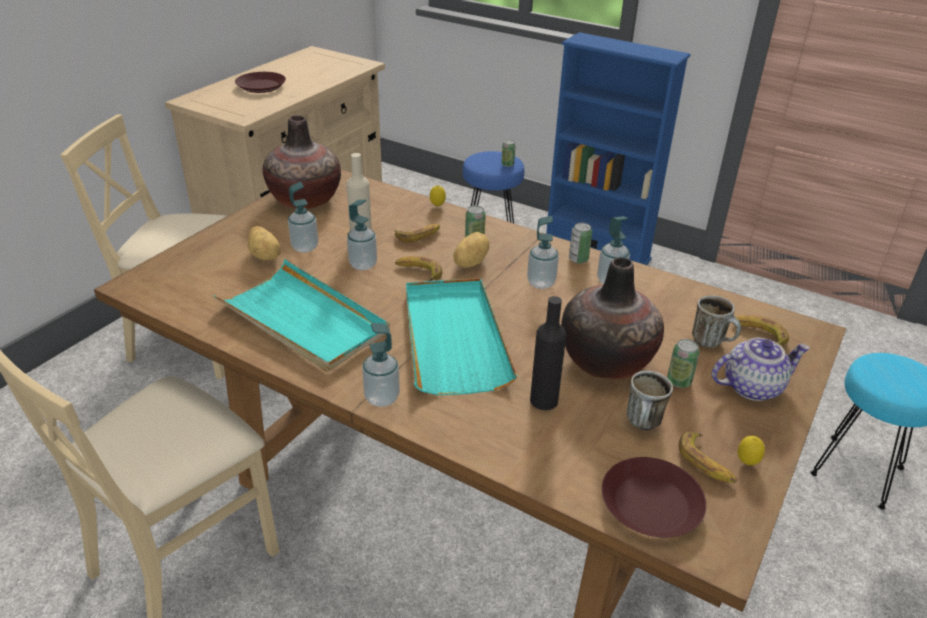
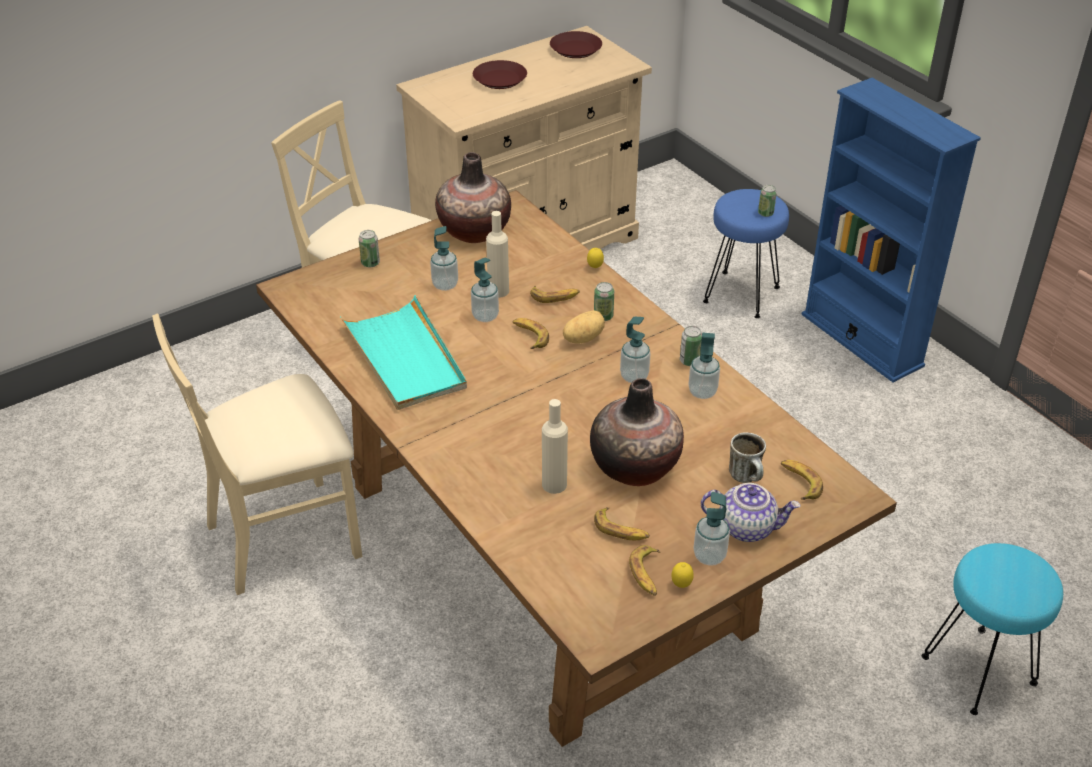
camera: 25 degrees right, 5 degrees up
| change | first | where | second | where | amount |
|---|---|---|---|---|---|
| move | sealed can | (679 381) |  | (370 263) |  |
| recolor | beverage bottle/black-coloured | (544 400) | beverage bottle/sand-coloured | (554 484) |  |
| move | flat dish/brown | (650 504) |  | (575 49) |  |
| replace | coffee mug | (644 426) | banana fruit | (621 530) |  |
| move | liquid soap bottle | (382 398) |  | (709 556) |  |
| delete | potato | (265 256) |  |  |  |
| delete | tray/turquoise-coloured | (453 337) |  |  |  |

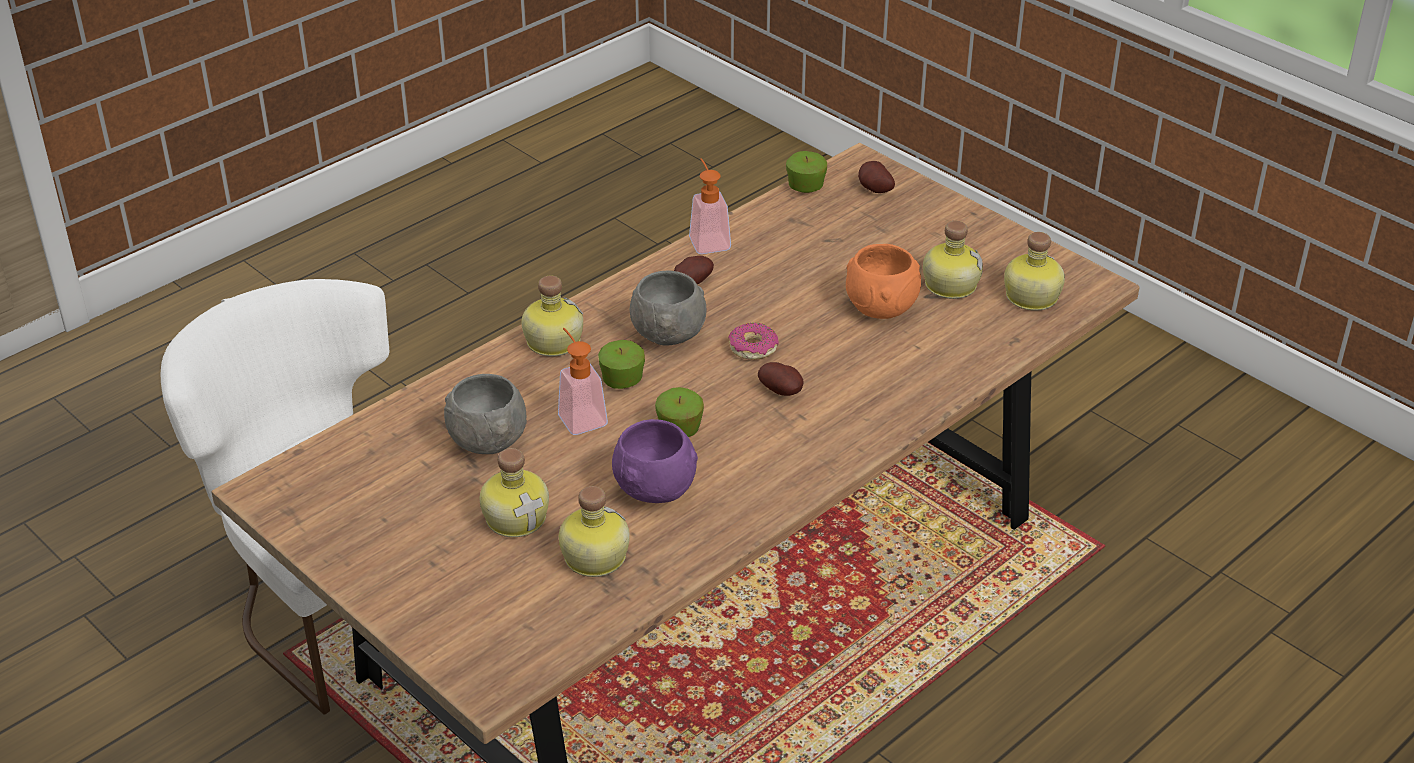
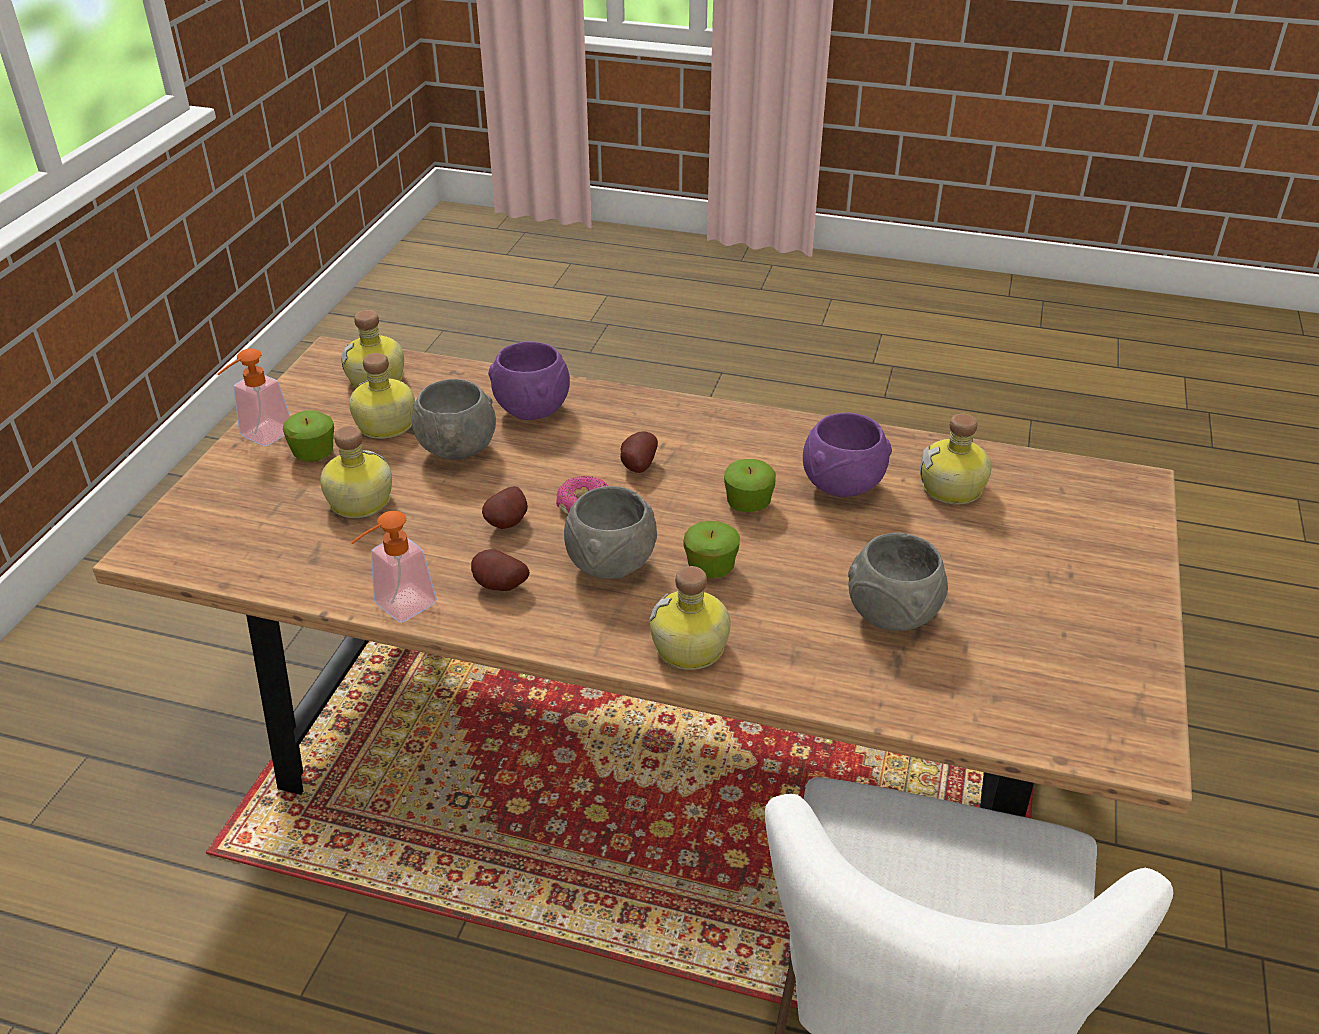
camera: 120 degrees left, 0 degrees up
| change | first | where | second | where | amount |
|---|---|---|---|---|---|
| move | liquid soap bottle | (579 415) |  | (260 437) |  |
| move | apple | (805 187) |  | (313 454) |  |
| move | beverage bottle | (516 517) |  | (358 501) |  |
| recolor | bowl/orangey | (879 309) | bowl/greyish | (457 452) |  |
| move | potato | (873 190) |  | (509 523) |  |
| insert |  |  | bowl/purple-coloured | (531 411) |  |

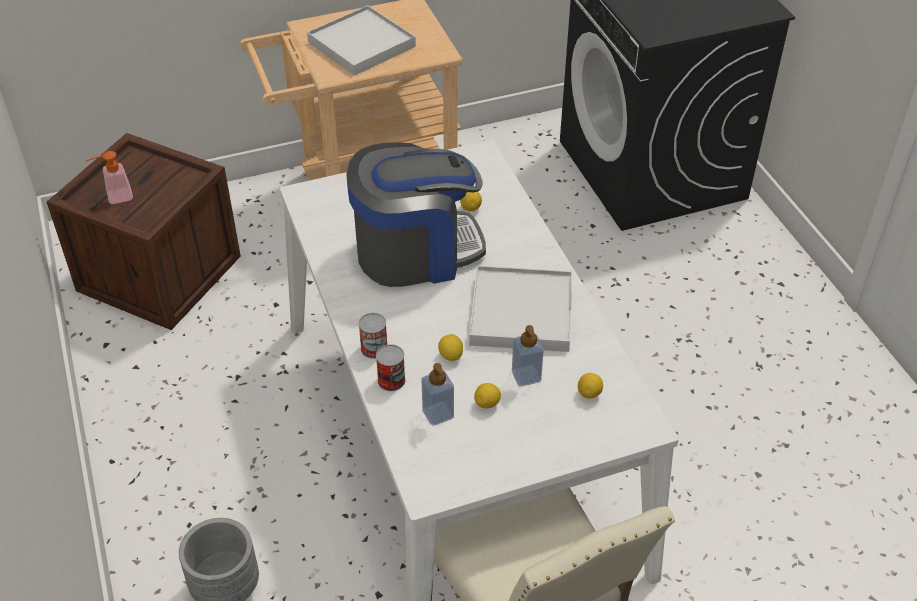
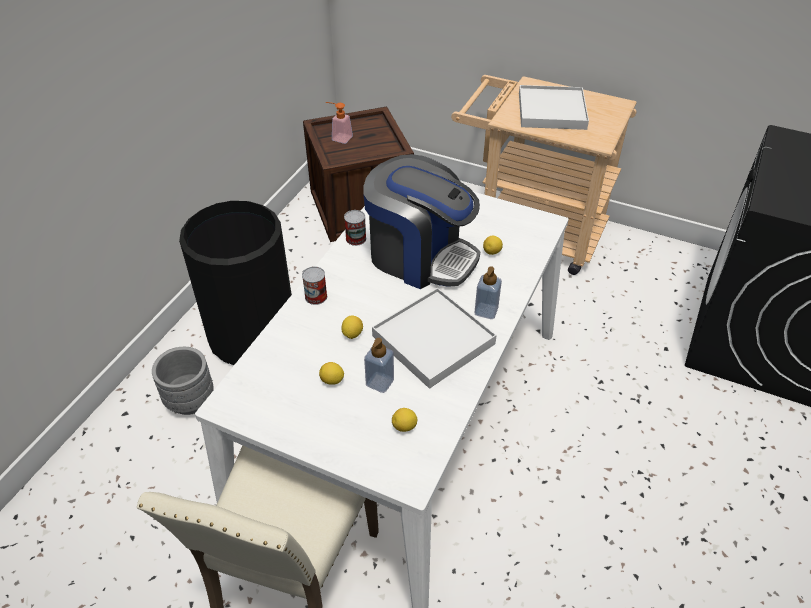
camera: 45 degrees right, 0 degrees up
| change | first | where | second | where | amount |
|---|---|---|---|---|---|
| insert |  |  | rubbish bin/black-coloured | (253 336) |  |
| move | sealed can | (391 380) |  | (356 238) |  |
| move | liquid soap bottle | (438 414) |  | (486 311) |  |

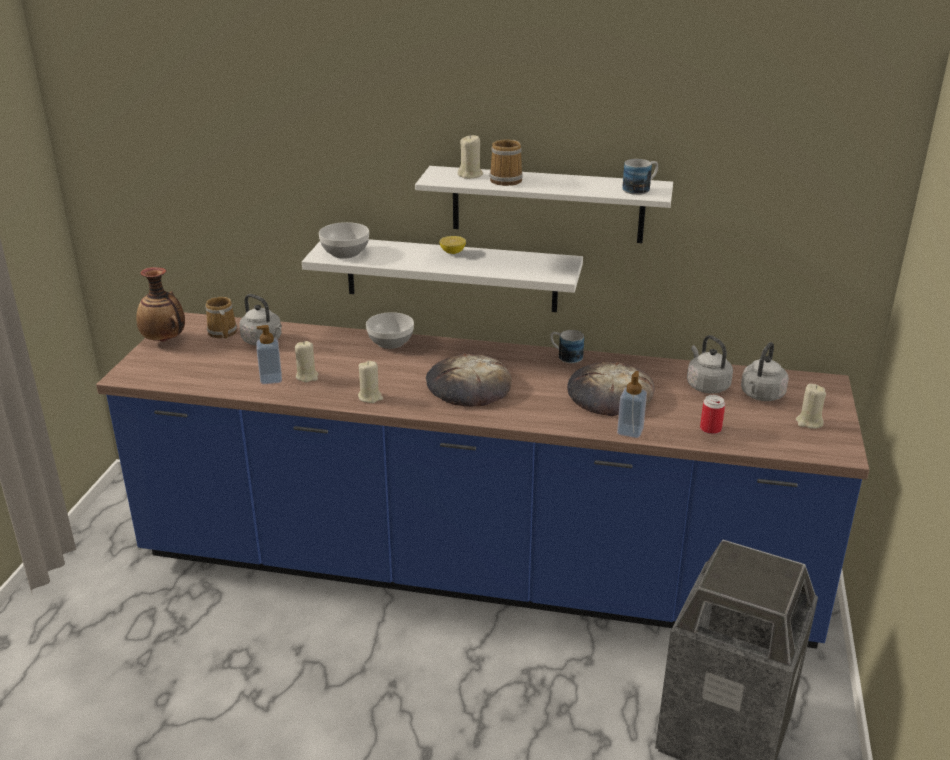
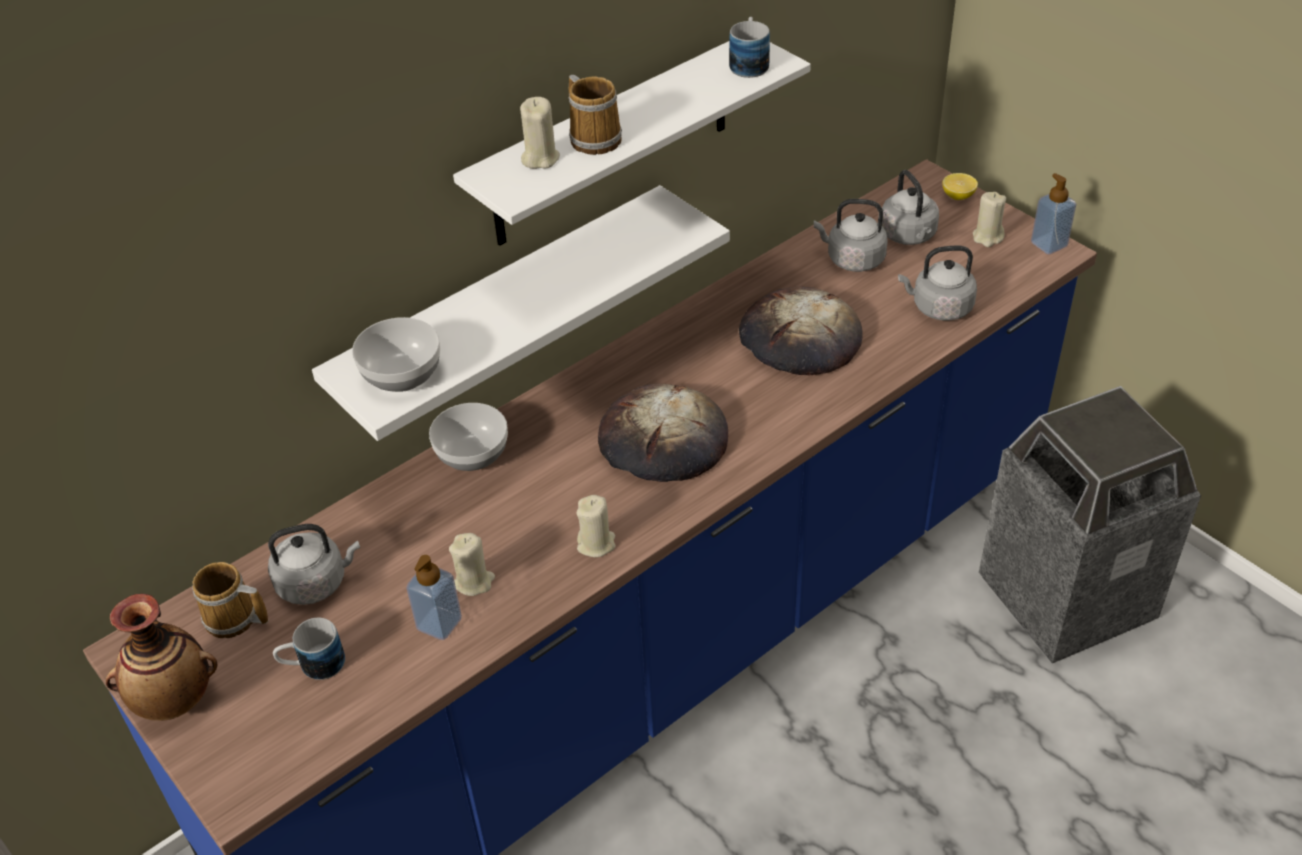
camera: 50 degrees left, 15 degrees up
| change | first | where | second | where | amount |
|---|---|---|---|---|---|
| move | coffee mug | (565 356) |  | (313 665) |  |
| replace | sealed can | (710 429) | kettle/greyish | (939 308) |  |
| move | lemon | (452 252) |  | (958 196) |  |
| move | liquid soap bottle | (630 431) |  | (1049 244) |  |

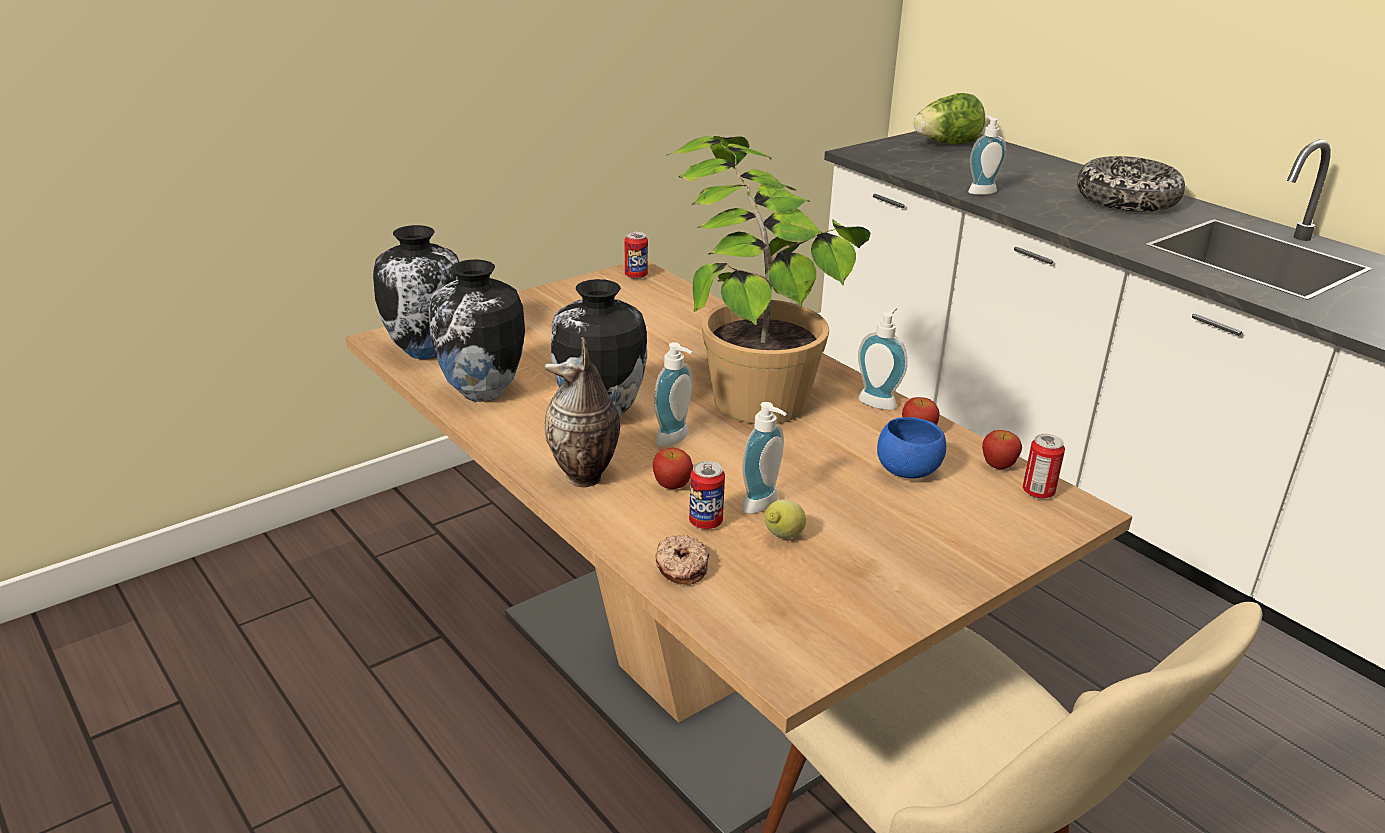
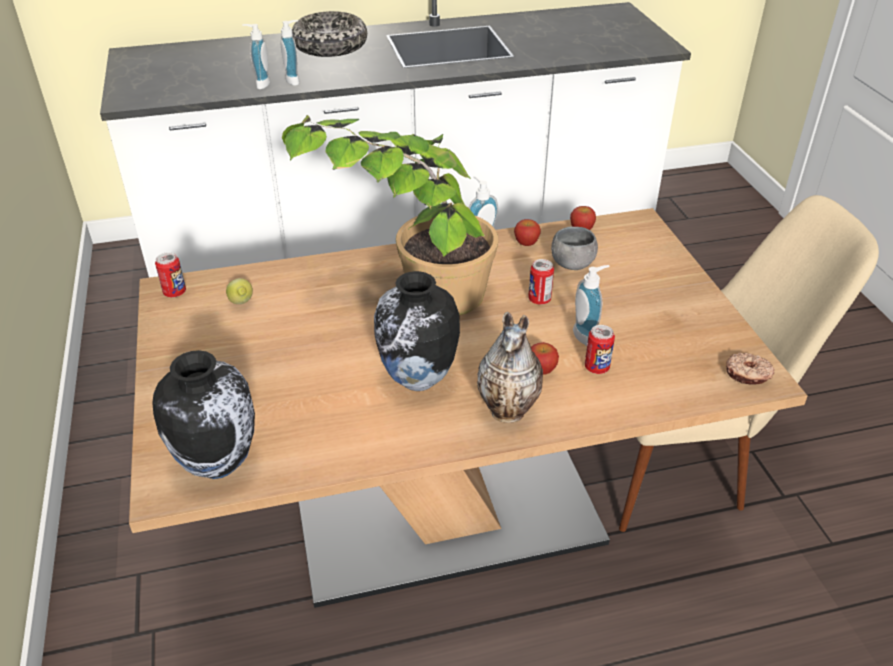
camera: 65 degrees left, 10 degrees up
| change | first | where | second | where | amount |
|---|---|---|---|---|---|
| move | lemon | (782 537) |  | (242 303) |  |
| move | liquid soap bottle | (676 440) |  | (295 80) |  |
| move | sealed can | (1038 492) |  | (539 299) |  |
| recolor | bowl/blue | (908 471) | bowl/greyish | (572 263) |  |
| move | donut | (680 568) |  | (747 374) |  |
| delete | vase | (482 393) |  |  |  |
| delete | lettuce | (946 144) |  |  |  |

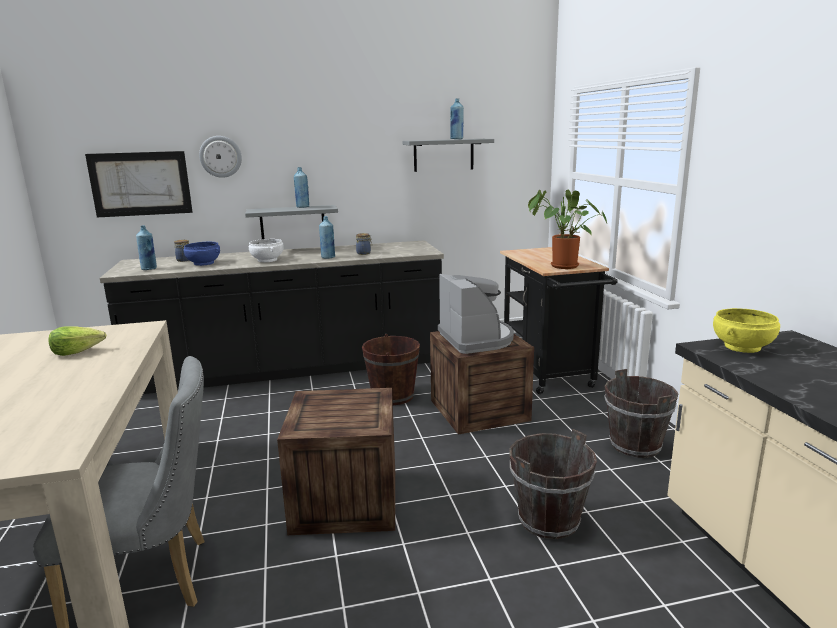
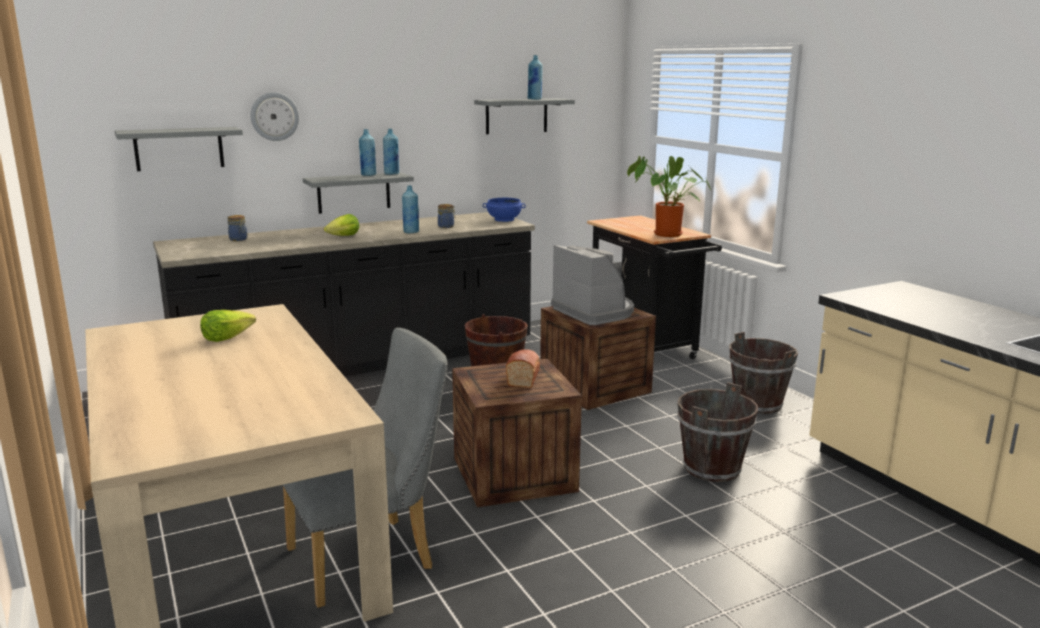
camera: 15 degrees left, 0 degrees up
| change | first | where | second | where | amount |
|---|---|---|---|---|---|
| replace | picture | (140 184) | shelf/greyish | (179 148) |  |
| replace | bowl/whitish | (268 260) | lettuce | (343 237) |  |
| move | beverage bottle/blue | (149 269) |  | (391 174) |  |
| move | bowl/blue | (204 263) |  | (504 219) |  |
| insert |  |  | baked bread | (524 377) |  |
| delete | bowl/yellow | (743 347) |  |  |  |

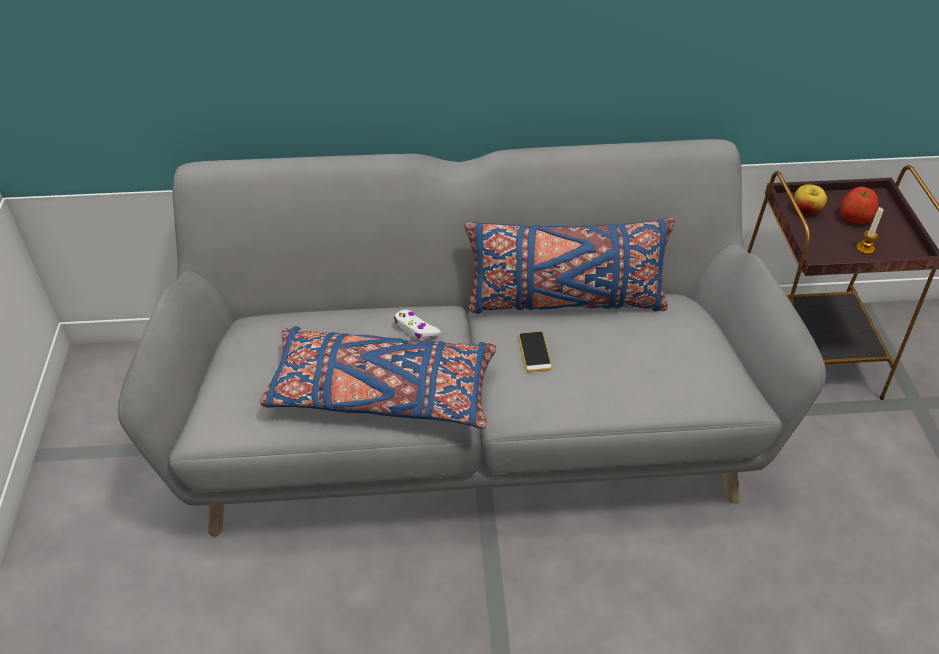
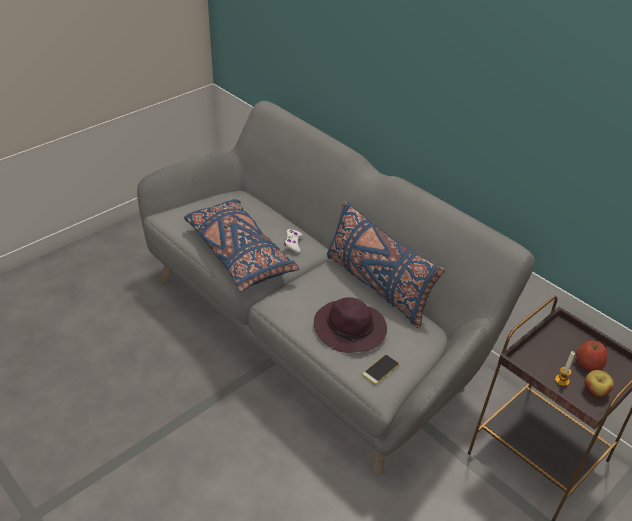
camera: 50 degrees right, 5 degrees down
| change | first | where | second | where | amount |
|---|---|---|---|---|---|
| insert |  |  | hat/purple-coloured | (351 330) |  |
| move | phone | (534 352) |  | (380 369) |  |
| move | apple | (806 210) |  | (595 391) |  |

